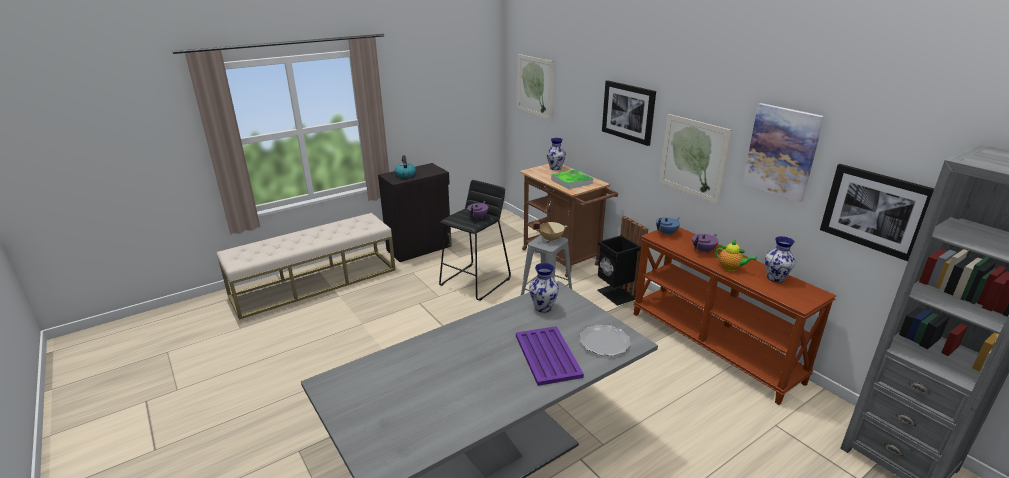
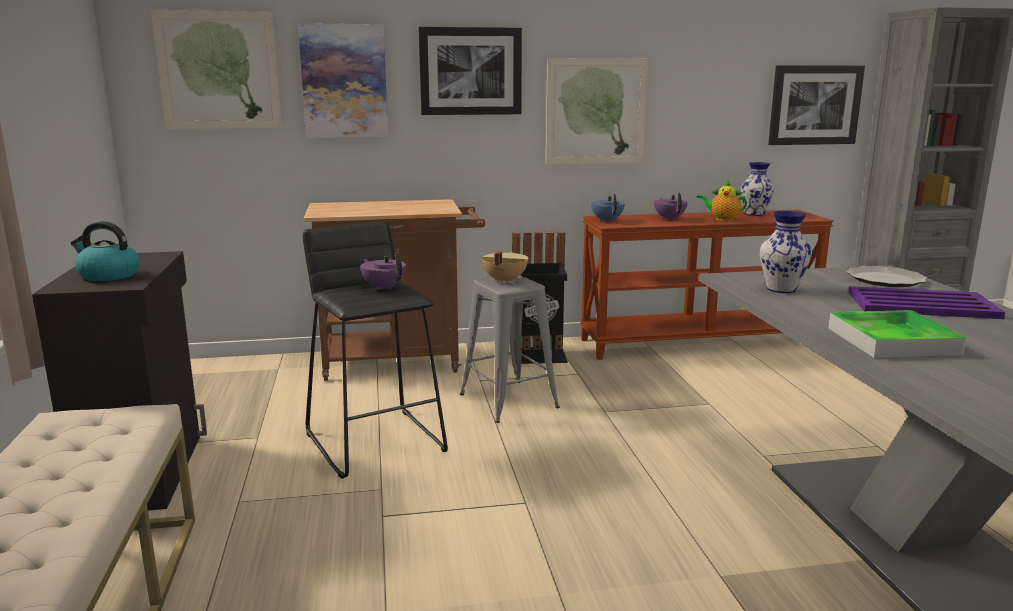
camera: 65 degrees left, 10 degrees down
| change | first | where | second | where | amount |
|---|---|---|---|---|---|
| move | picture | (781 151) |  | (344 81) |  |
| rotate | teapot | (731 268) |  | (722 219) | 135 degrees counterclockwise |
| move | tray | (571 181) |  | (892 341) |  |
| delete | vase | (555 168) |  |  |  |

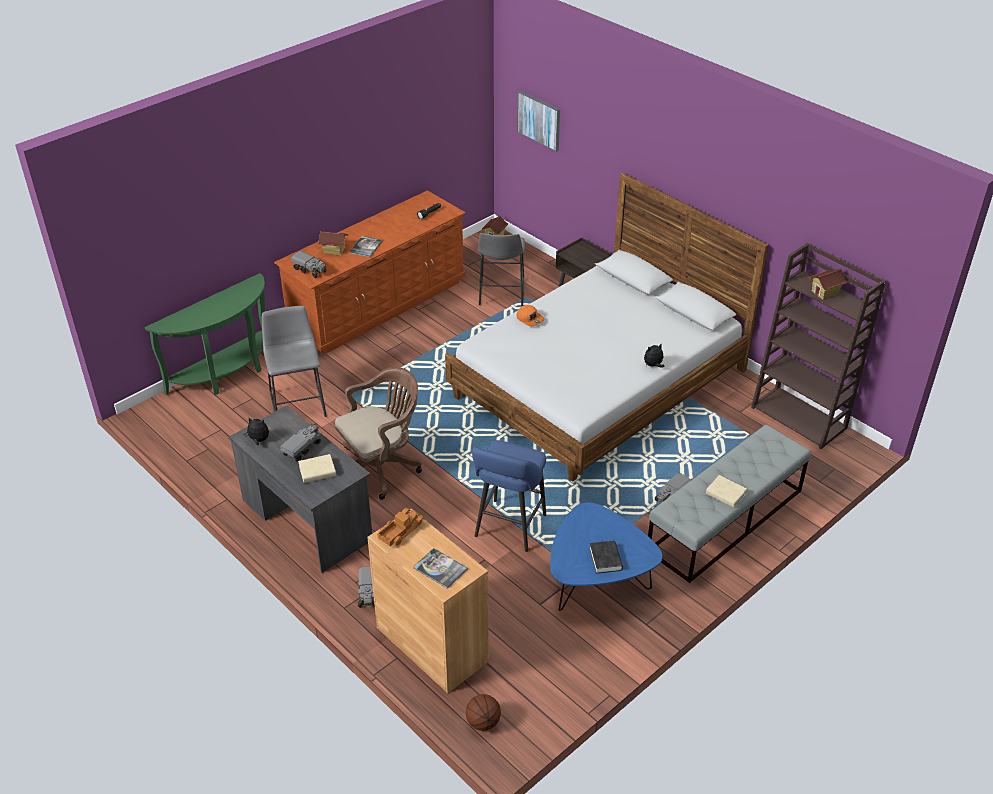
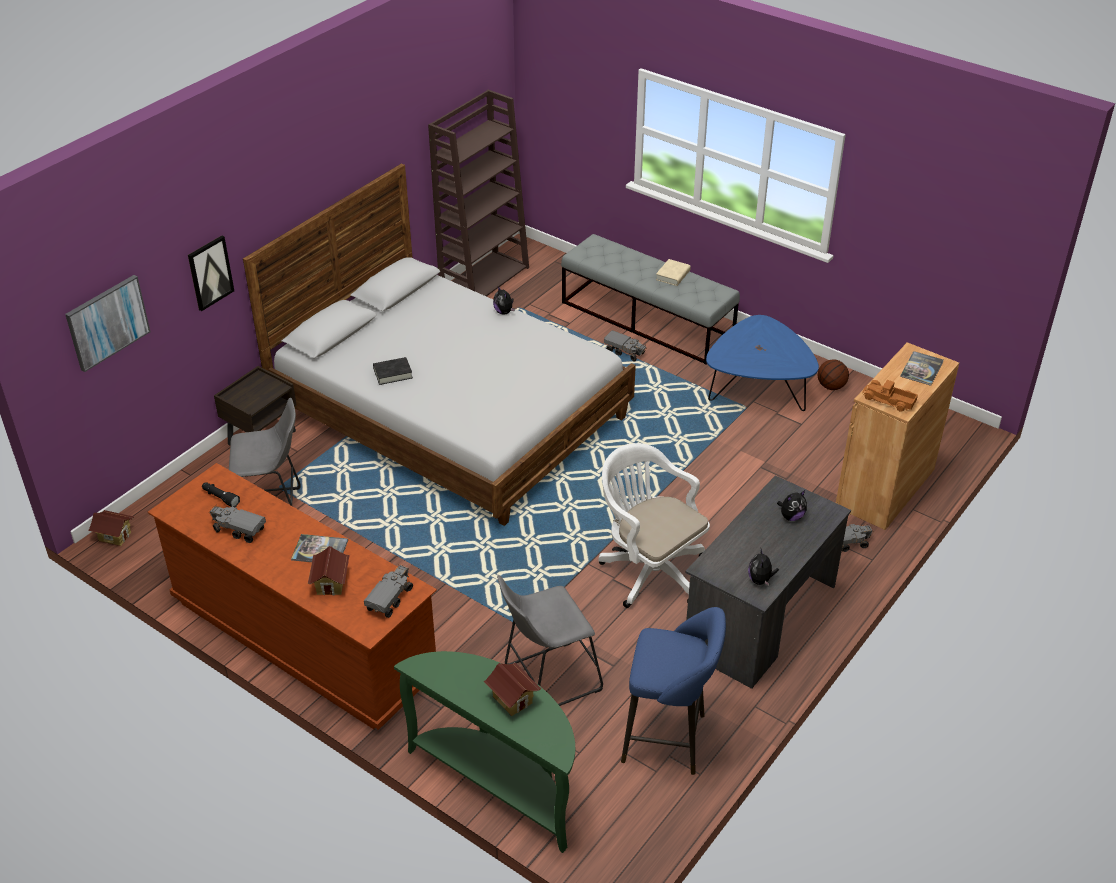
camera: 100 degrees left, 0 degrees up
| change | first | where | second | where | amount |
|---|---|---|---|---|---|
| insert |  |  | picture | (210 272) |  |
| move | model truck | (302 449) |  | (238 530) |  |
| move | volume/black-coloured | (605 559) |  | (393 373) |  |
| move | miniature house | (825 292) |  | (512 699) |  |
| recolor | computer chair/brown | (381 467) | computer chair/whitish | (649 570) |  |
| move | stool/blue | (508 528) |  | (669 739) |  |
| replace | volume/sand-coloured | (317 471) | soft toy | (791 516) |  |
| move | basketball | (483 722) |  | (831 386) |  |
| delete | baseball cap/orangey | (530 319) |  |  |  |

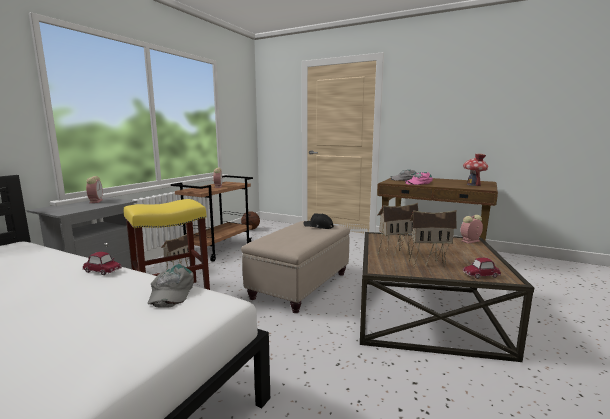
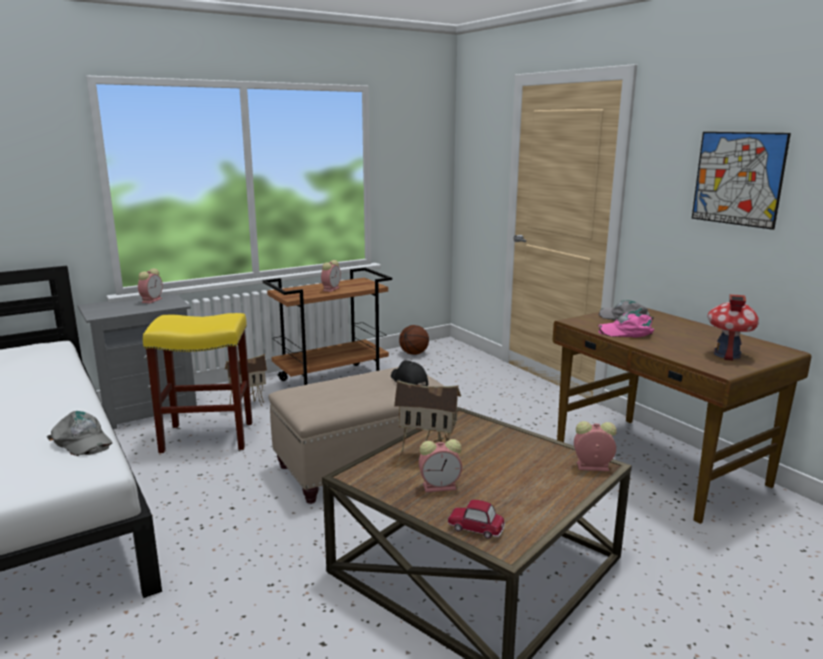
camera: 30 degrees right, 5 degrees up
| change | first | where | second | where | amount |
|---|---|---|---|---|---|
| rotate | baseball cap/greyish | (171 292) |  | (81 442) | 75 degrees counterclockwise |
| replace | miniature house | (428 263) | bedside clock | (441 486) |  |
| insert |  |  | picture | (738 178) |  |
| delete | toy car | (103 270) |  |  |  |

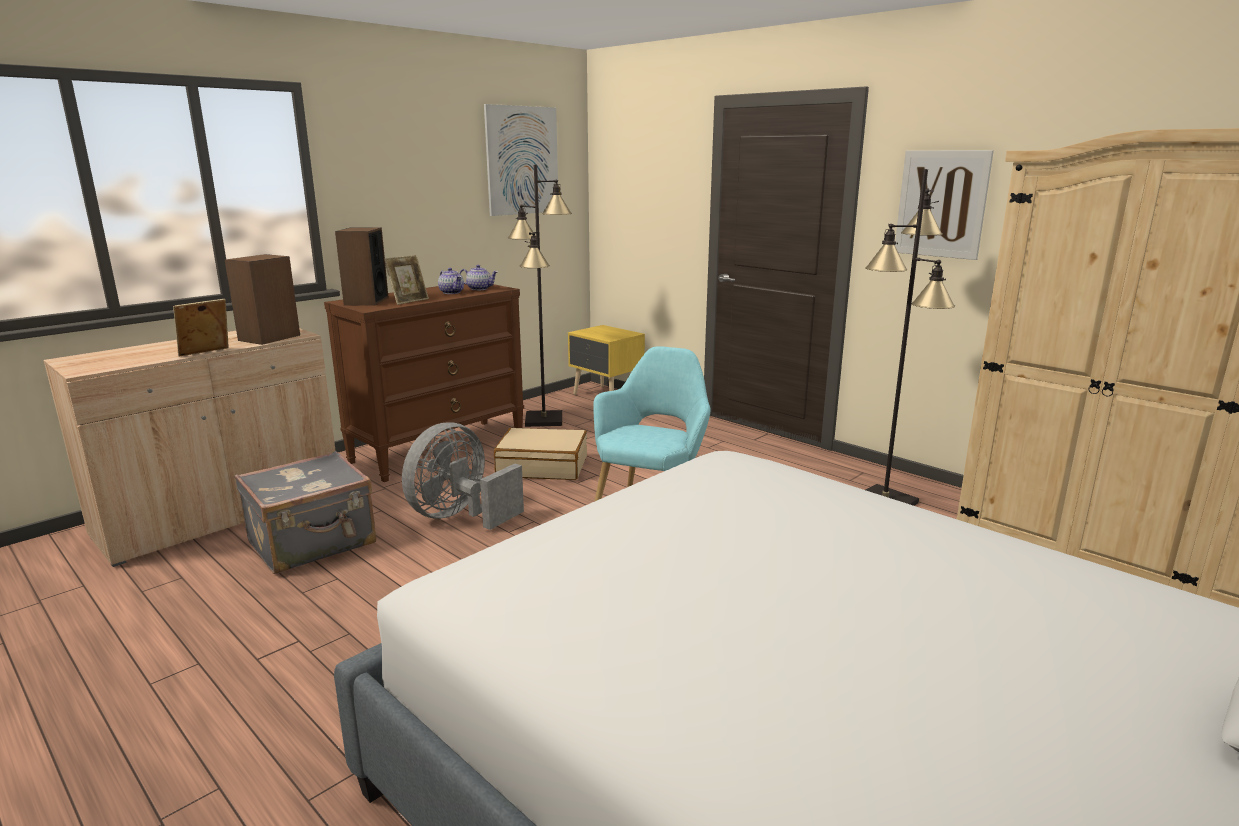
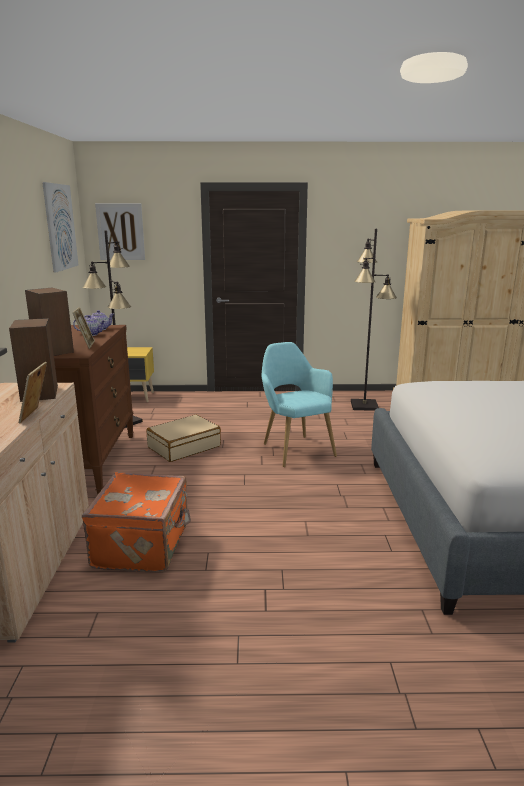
camera: 45 degrees left, 0 degrees up
| change | first | where | second | where | amount |
|---|---|---|---|---|---|
| recolor | travel case/greyish | (313 543) | travel case/orangey | (143 545) |  |
| move | picture | (941 204) |  | (120 232) |  |
| delete | cooling fan/greyish | (460 516) |  |  |  |

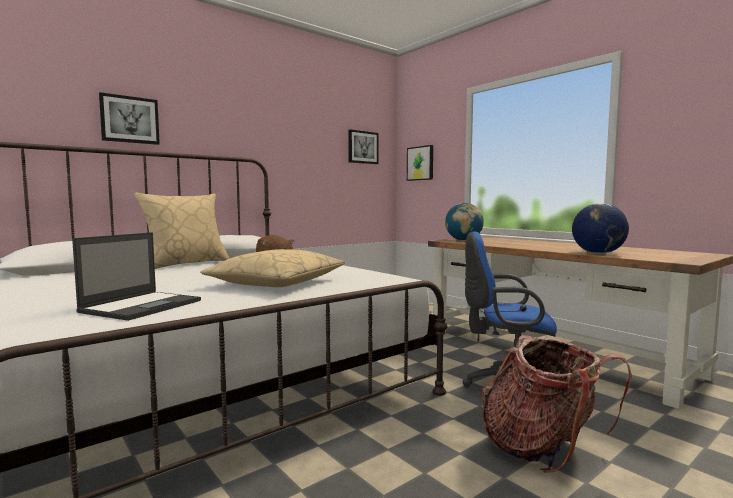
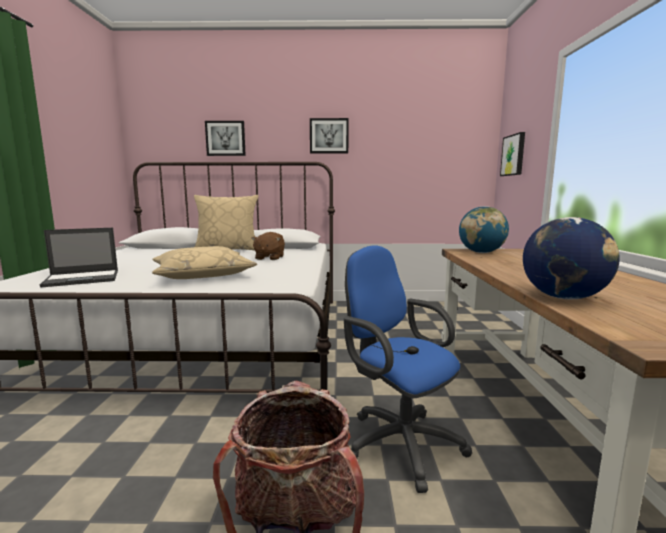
camera: 40 degrees right, 5 degrees up
| change | first | where | second | where | amount |
|---|---|---|---|---|---|
| move | picture | (362 147) |  | (329 136) |  |

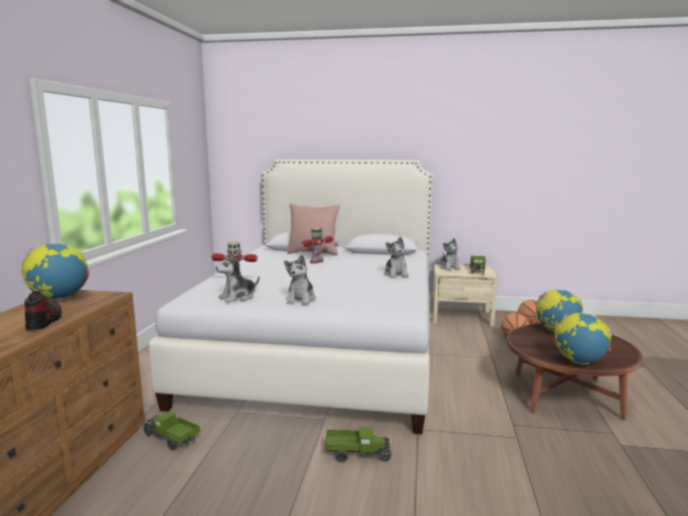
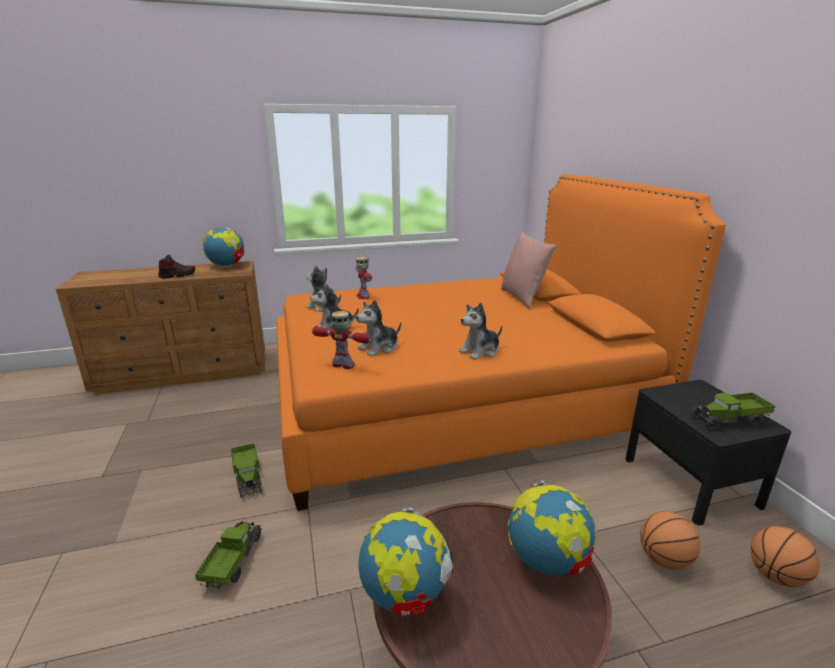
camera: 65 degrees right, 10 degrees up
| change | first | where | second | where | amount |
|---|---|---|---|---|---|
| move | model truck | (171 439) |  | (233 562) |  |
| recolor | sleeping bed/whitish | (322 348) | sleeping bed/orangey | (454 401) |  |
| move | model robot | (317 262) |  | (344 365) |  |
| move | soft toy | (449 268) |  | (379 348) |  |
| recolor | bedside table/sand-coloured | (461 317) | bedside table/black-coloured | (690 482) |  |

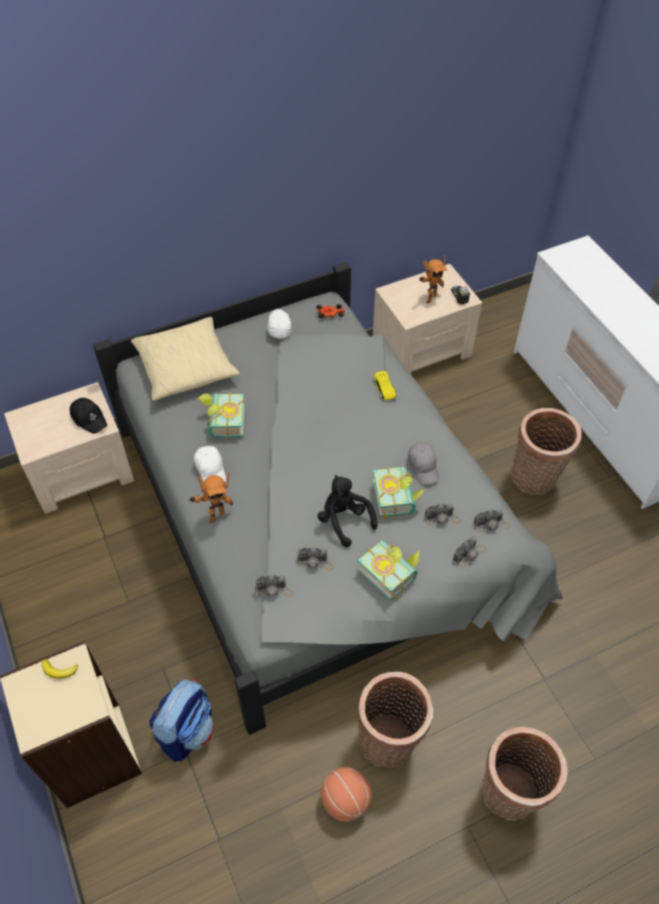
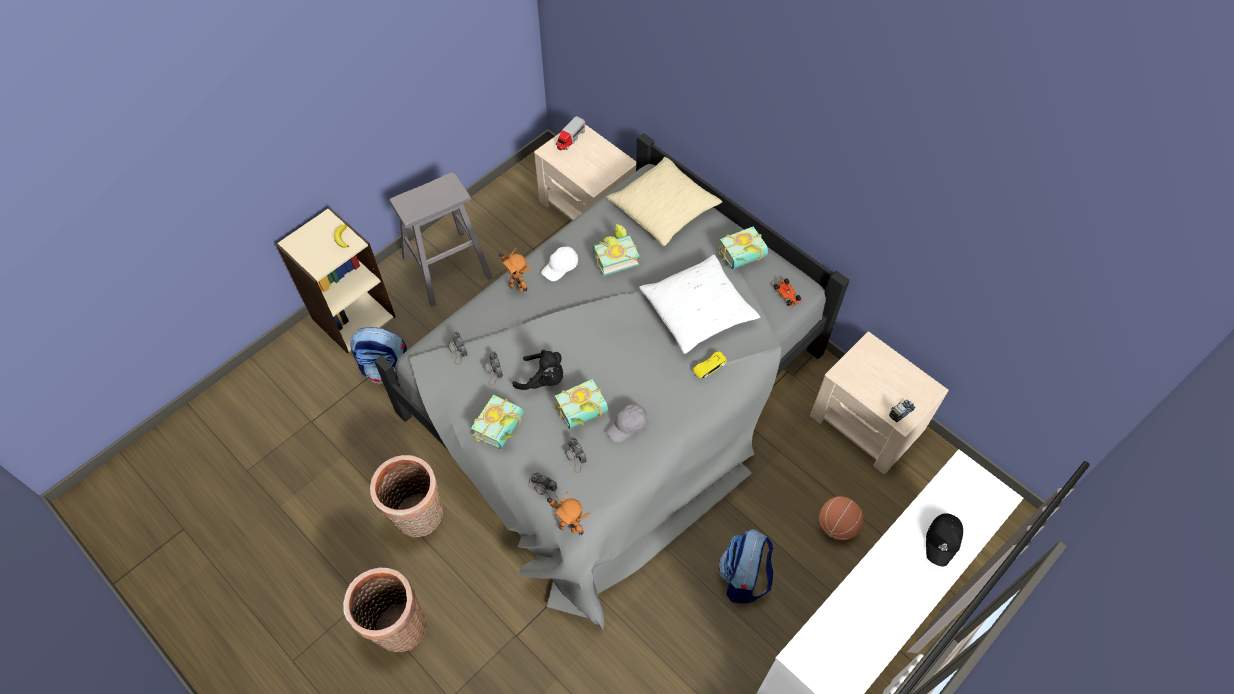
camera: 70 degrees right, 5 degrees up
| change | first | where | second | where | amount |
|---|---|---|---|---|---|
| insert |  |  | stool/greyish | (447 267) |  |
| rotate | soft toy/black-coloured | (344 520) |  | (543 379) | 75 degrees clockwise |
| move | model robot | (429 298) |  | (568 526) |  |
| insert |  |  | model truck | (570 139) |  |
| insert |  |  | cushion/whitish | (698 311) |  |
| replace | basket | (535 479) | rucksack | (743 577) |  |
| replace | baseball cap/whitish | (279 327) | volume | (744 258) |  |
| move | basketball | (345 800) |  | (837 525) |  |
| move | baseball cap/black-coloured | (89 418) |  | (943 540) |  |
| delete | photo camera | (491 524) |  |  |  |

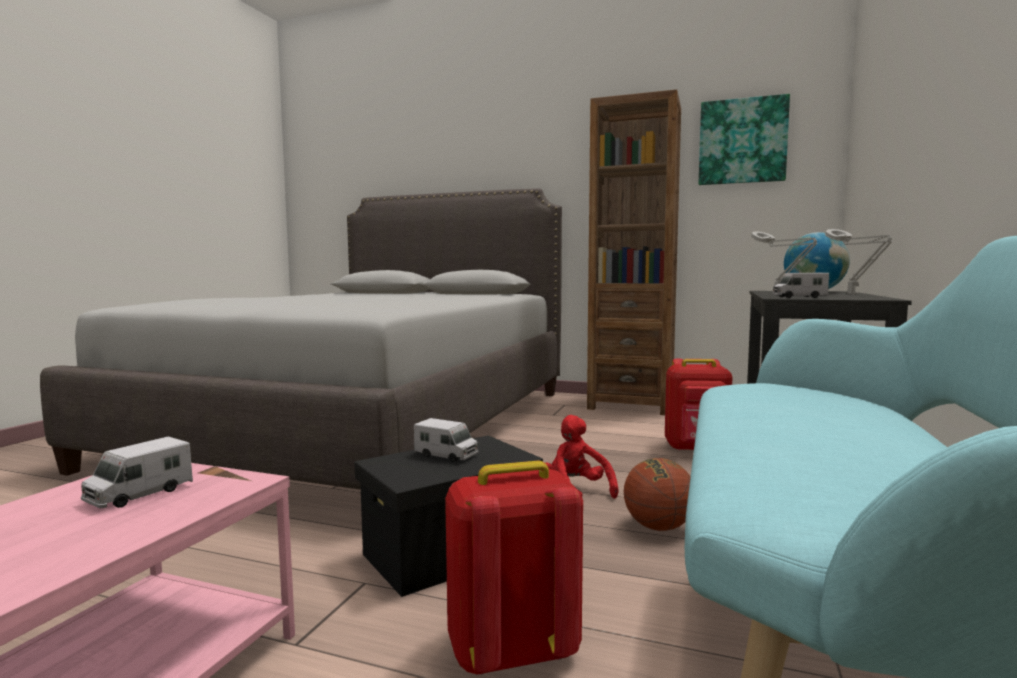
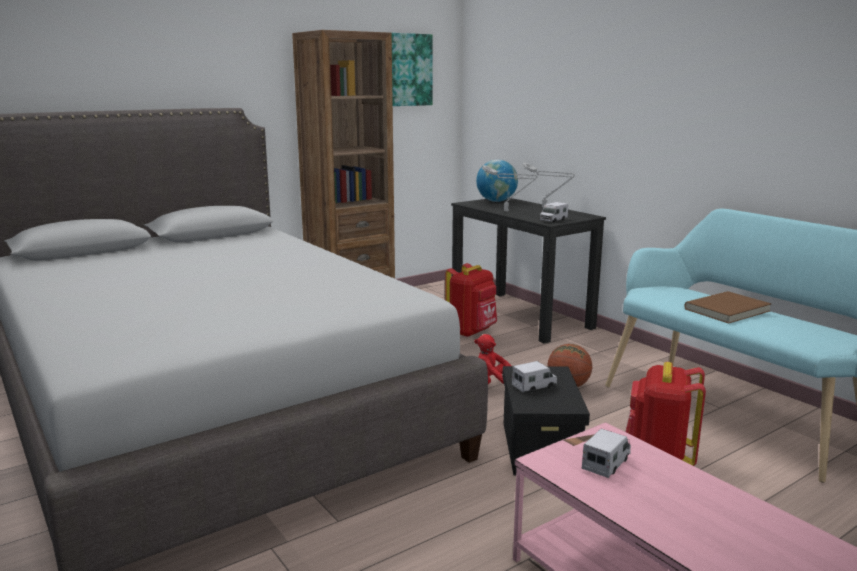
camera: 55 degrees left, 10 degrees up
| change | first | where | second | where | amount |
|---|---|---|---|---|---|
| rotate | model truck | (139 494) |  | (606 464) | 120 degrees counterclockwise |
| insert |  |  | volume/brown | (728 310) |  |

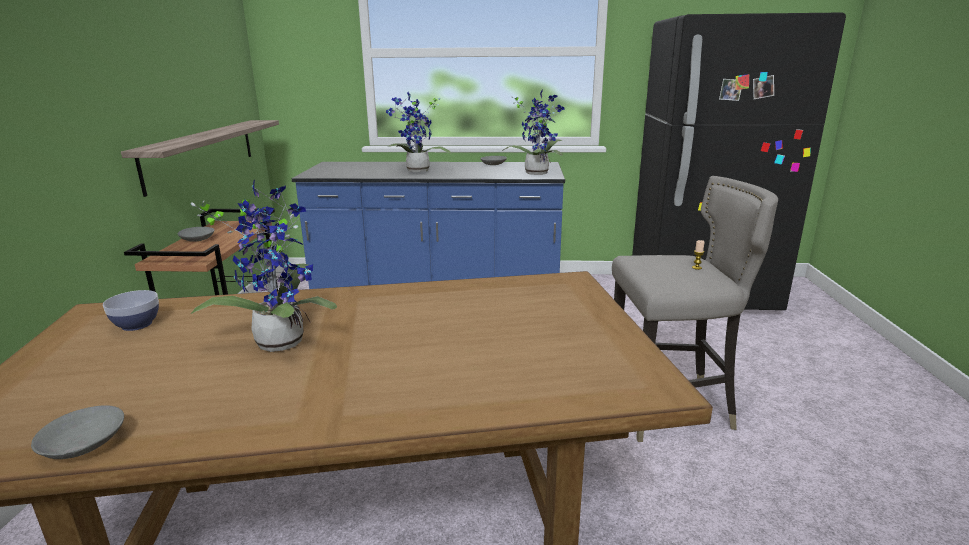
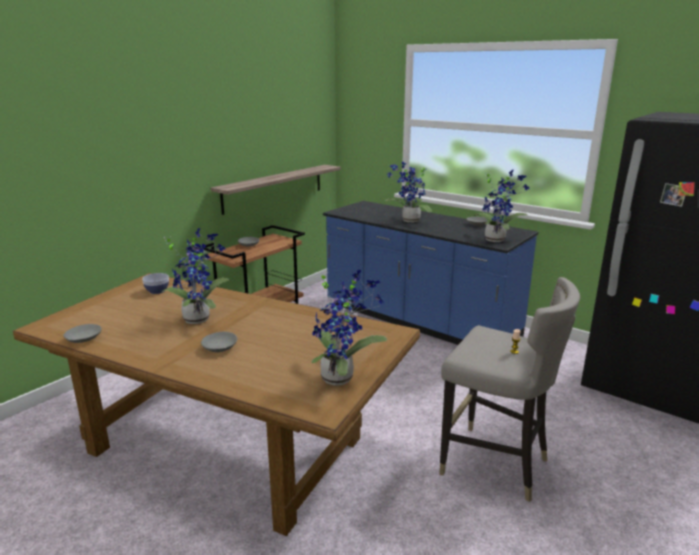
camera: 35 degrees right, 0 degrees up
| change | first | where | second | where | amount |
|---|---|---|---|---|---|
| insert |  |  | bowl/greyish | (219 348) |  |
| insert |  |  | houseplant | (341 377) |  |

